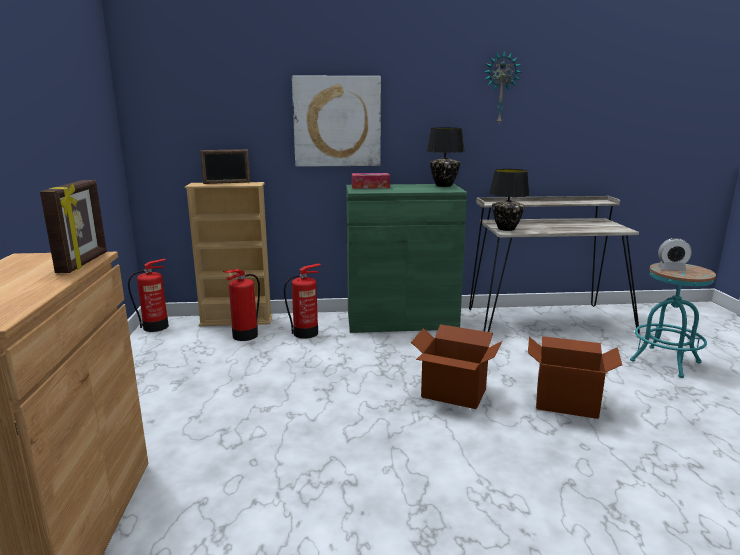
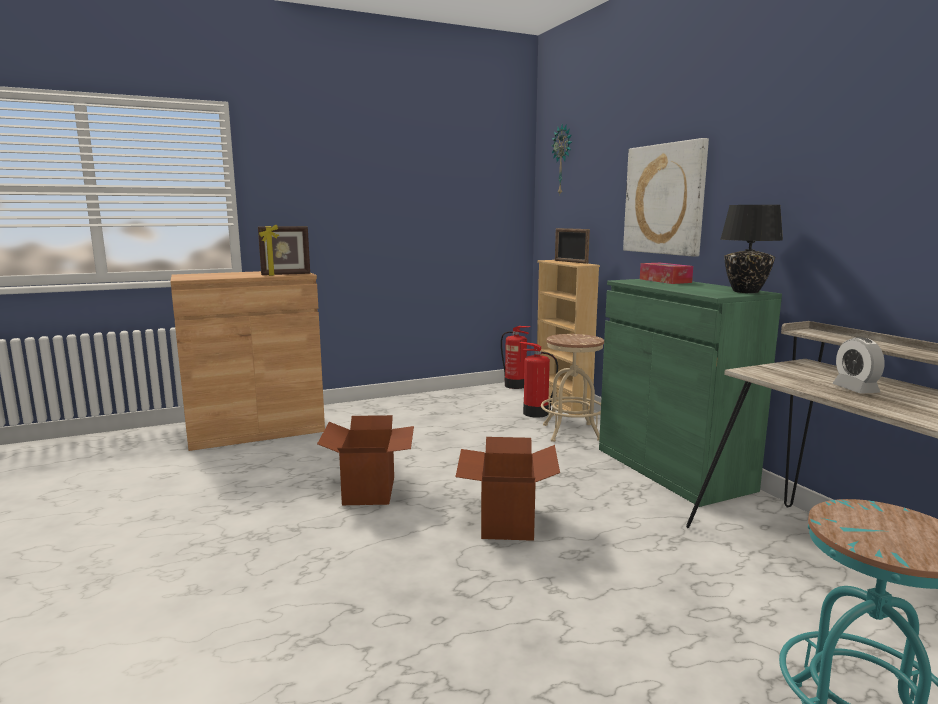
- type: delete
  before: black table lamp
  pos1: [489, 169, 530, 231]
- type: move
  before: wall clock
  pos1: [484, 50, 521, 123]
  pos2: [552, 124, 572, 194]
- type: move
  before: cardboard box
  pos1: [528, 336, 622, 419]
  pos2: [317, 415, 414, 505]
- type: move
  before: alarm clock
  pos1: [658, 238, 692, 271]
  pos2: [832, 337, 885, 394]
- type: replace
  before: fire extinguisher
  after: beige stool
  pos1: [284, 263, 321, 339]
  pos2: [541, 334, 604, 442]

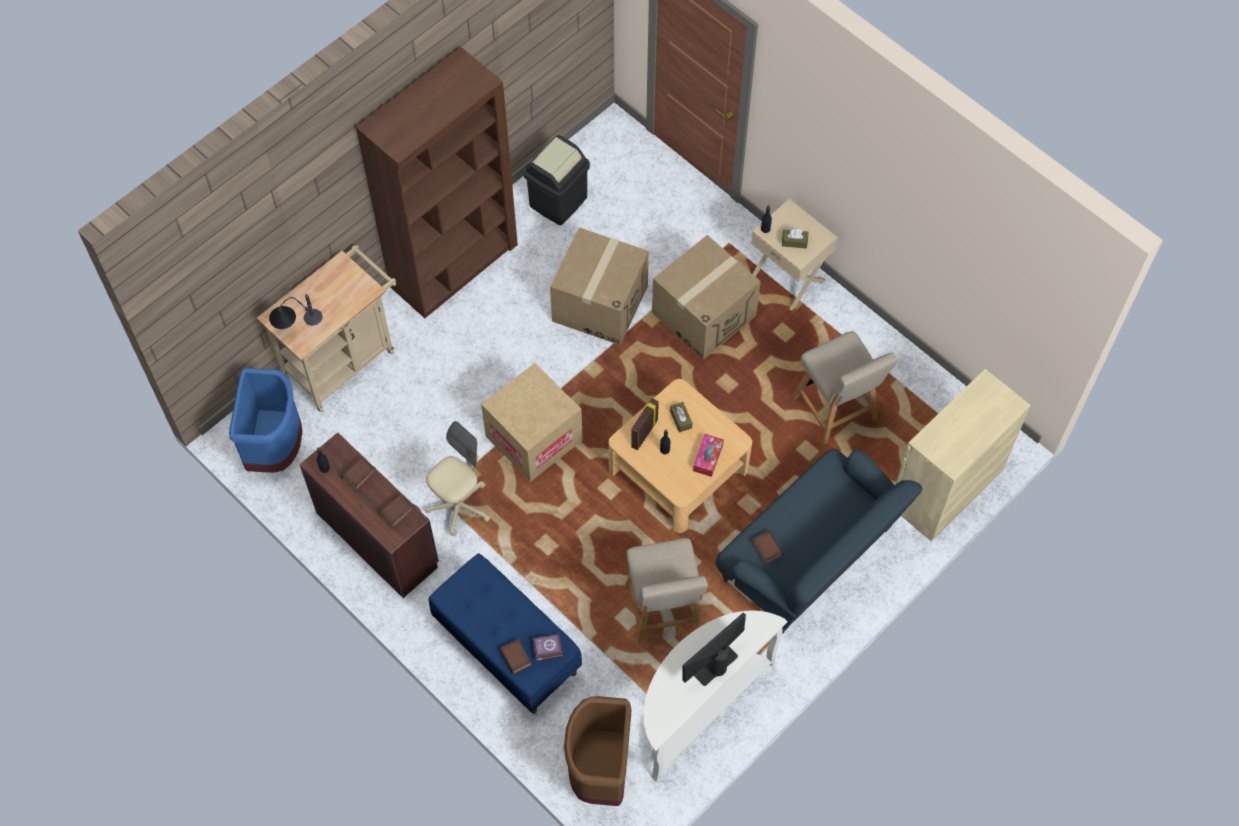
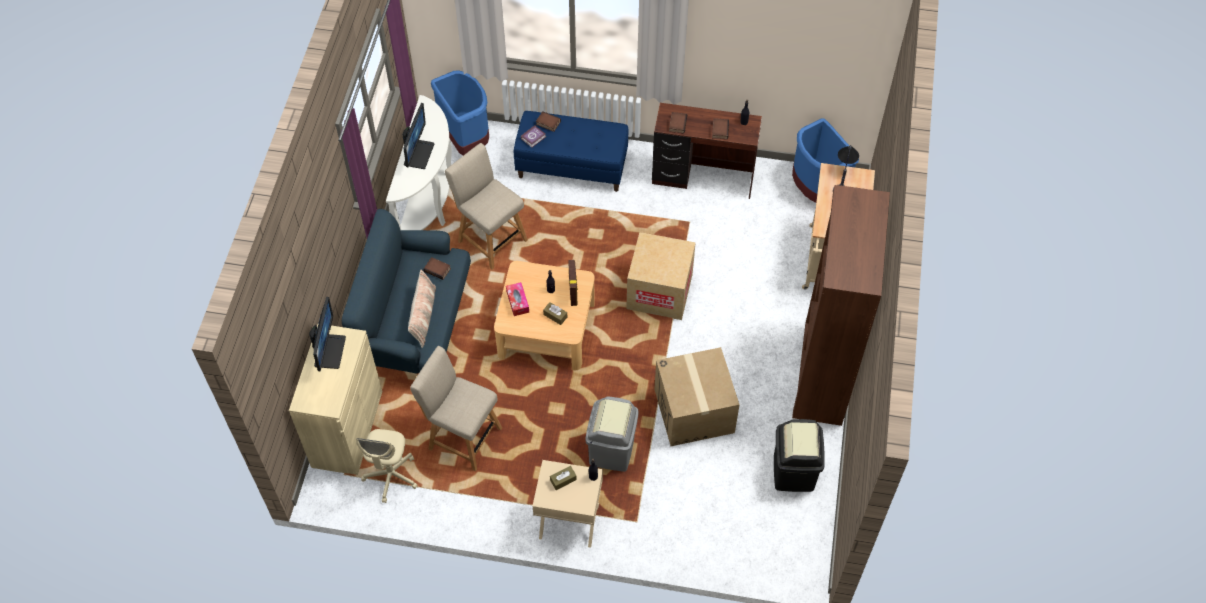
- type: insert
  after: monitor
  pos2: [309, 297, 346, 371]
- type: insert
  after: pillow
  pos2: [408, 269, 436, 348]
- type: move
  before: beige office chair
  pos1: [426, 421, 490, 536]
  pos2: [356, 429, 418, 503]
- type: replace
  before: cardboard box
  after: grey trash can
  pos1: [652, 235, 761, 360]
  pos2: [586, 397, 639, 472]
- type: recolor
  before: brown trash can
  after: blue trash can
  pos1: [564, 696, 631, 806]
  pos2: [431, 71, 489, 156]

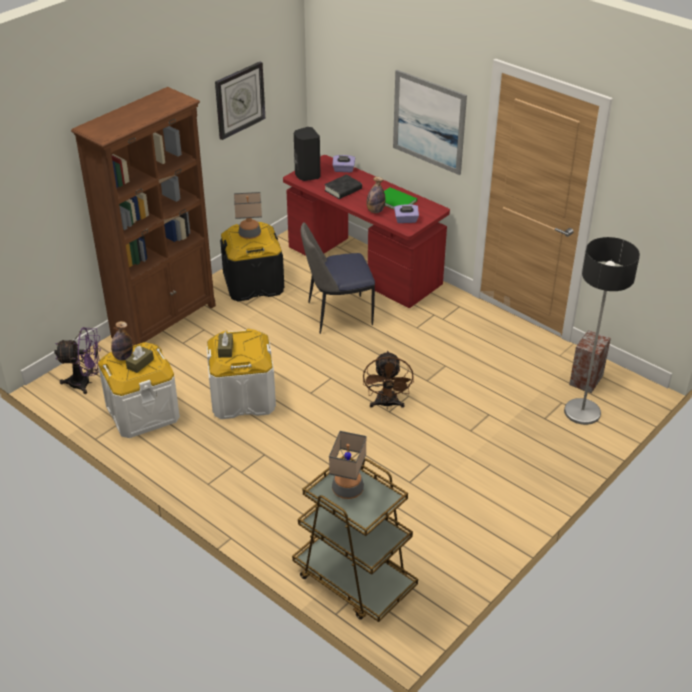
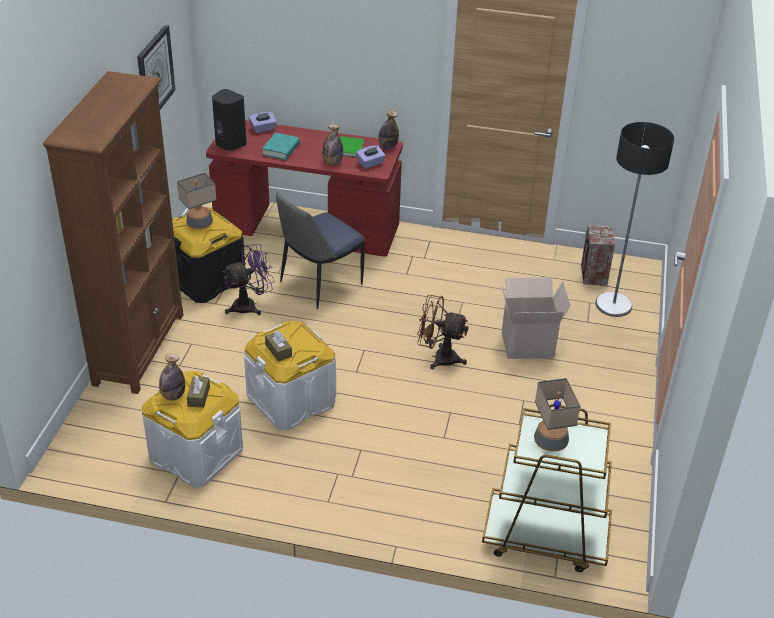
- type: delete
  before: picture
  pos1: [393, 70, 467, 175]
- type: insert
  after: bottle
  pos2: [379, 111, 399, 149]
- type: insert
  after: cardboard box
  pos2: [500, 277, 571, 359]
- type: move
  before: purple fan
  pos1: [54, 327, 101, 394]
  pos2: [223, 244, 274, 315]
- type: recolor
  before: black book
  after: turquoise book
  pos1: [324, 174, 362, 199]
  pos2: [262, 133, 300, 160]
- type: rotate
  before: brown fan
  pos1: [363, 351, 414, 409]
  pos2: [417, 295, 469, 369]
  turn: 135

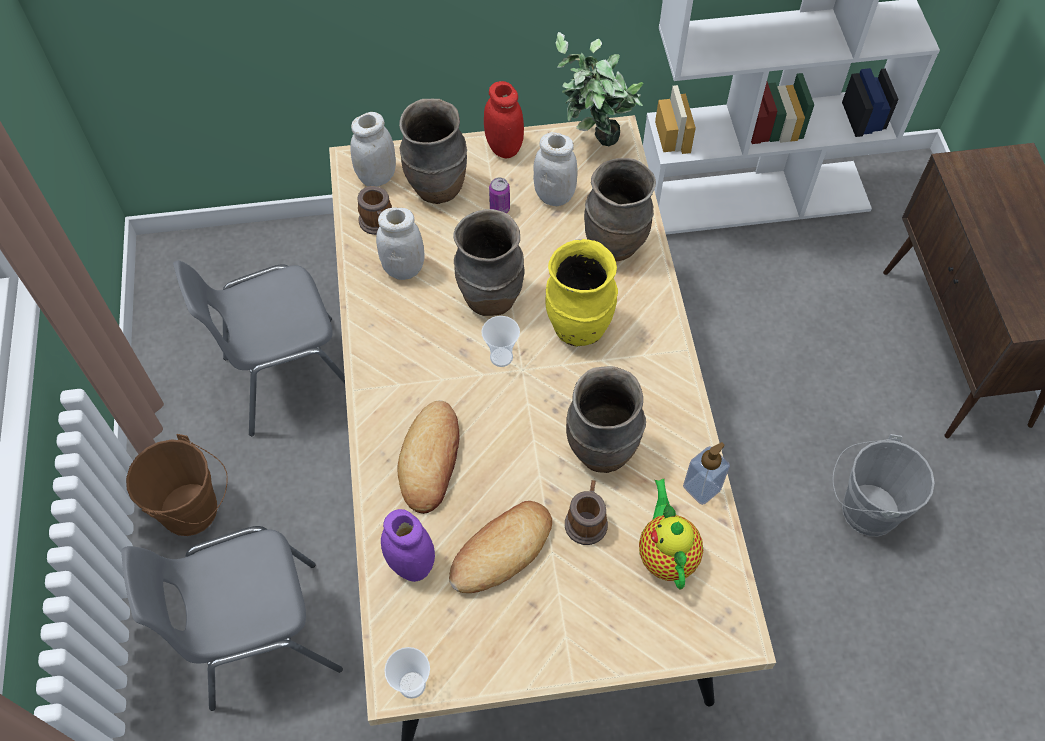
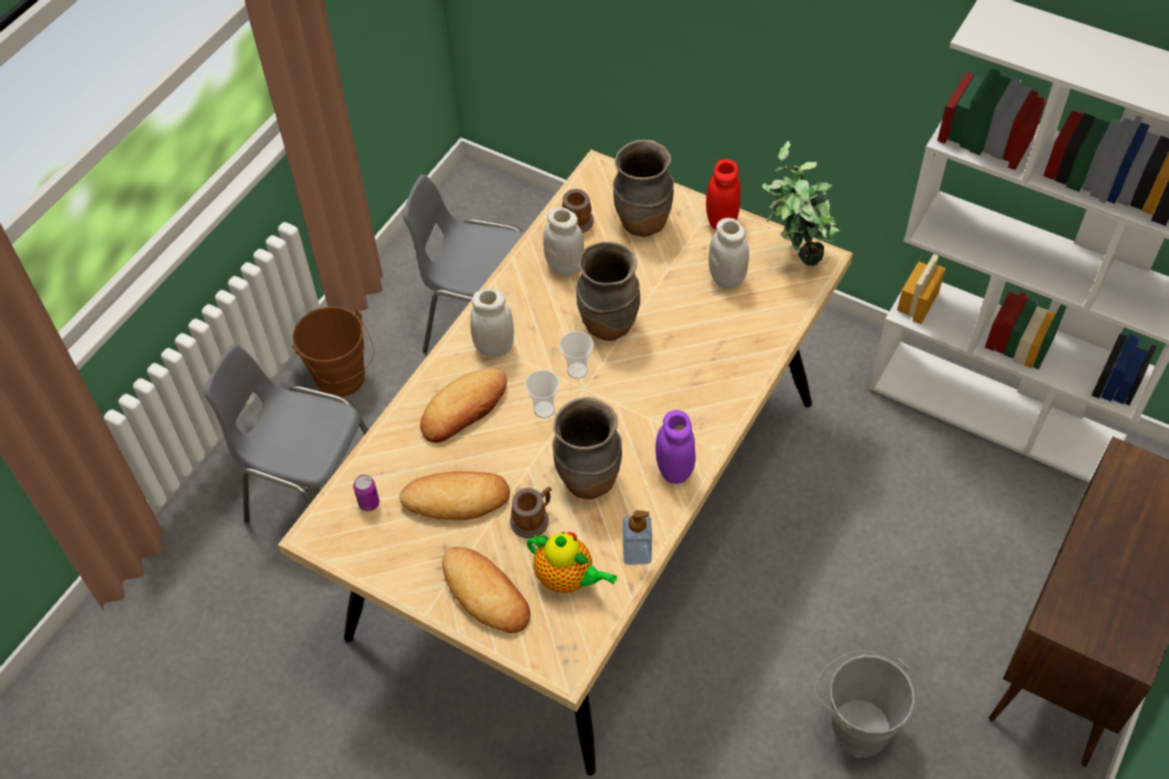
- type: delete
  before: yellow vase
  pos1: [546, 239, 618, 346]
- type: delete
  before: brown vase
  pos1: [584, 158, 656, 262]
- type: insert
  after: bread
  pos2: [442, 547, 530, 633]
- type: move
  before: white jar
  pos1: [350, 112, 396, 187]
  pos2: [470, 289, 514, 357]
- type: move
  before: purple jar
  pos1: [381, 509, 435, 582]
  pos2: [655, 410, 696, 484]
- type: move
  before: cup
  pos1: [384, 647, 430, 699]
  pos2: [525, 370, 560, 418]
- type: move
  before: can
  pos1: [489, 178, 510, 213]
  pos2: [353, 475, 380, 511]
- type: rotate
  before: teapot
  pos1: [639, 479, 703, 590]
  pos2: [527, 532, 617, 593]
  turn: 90

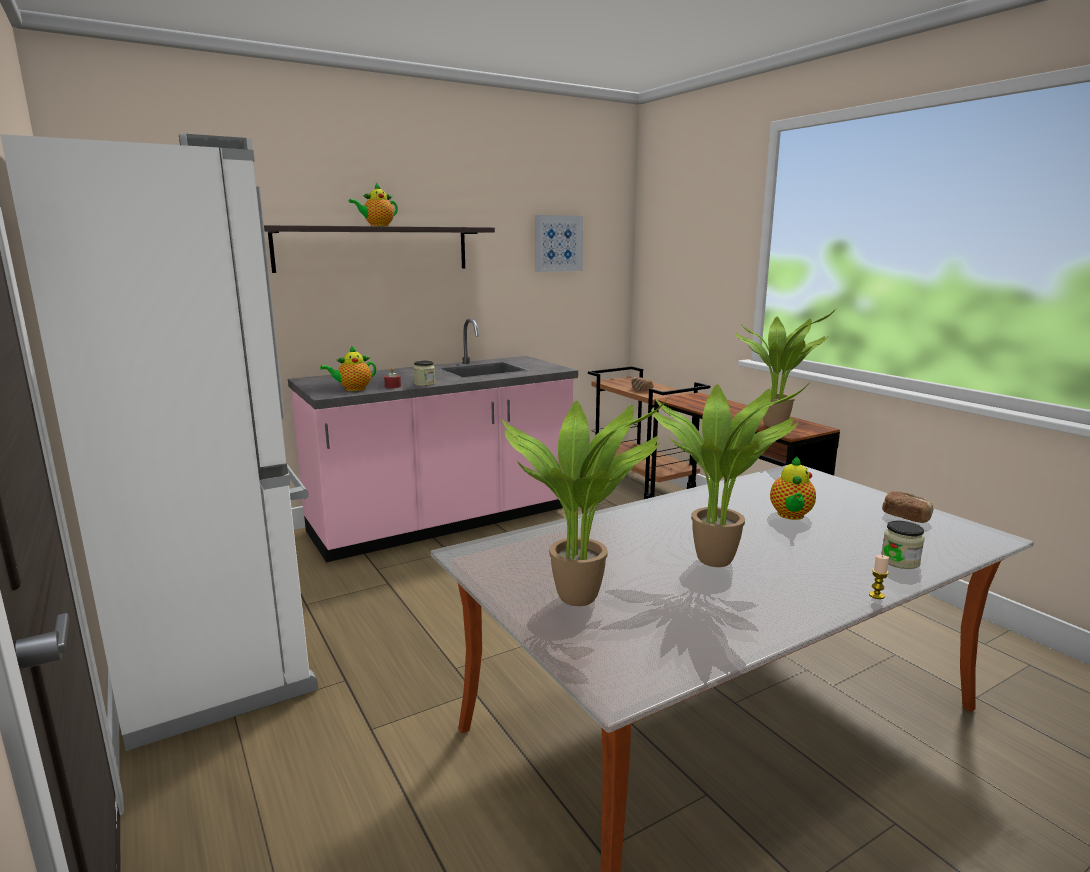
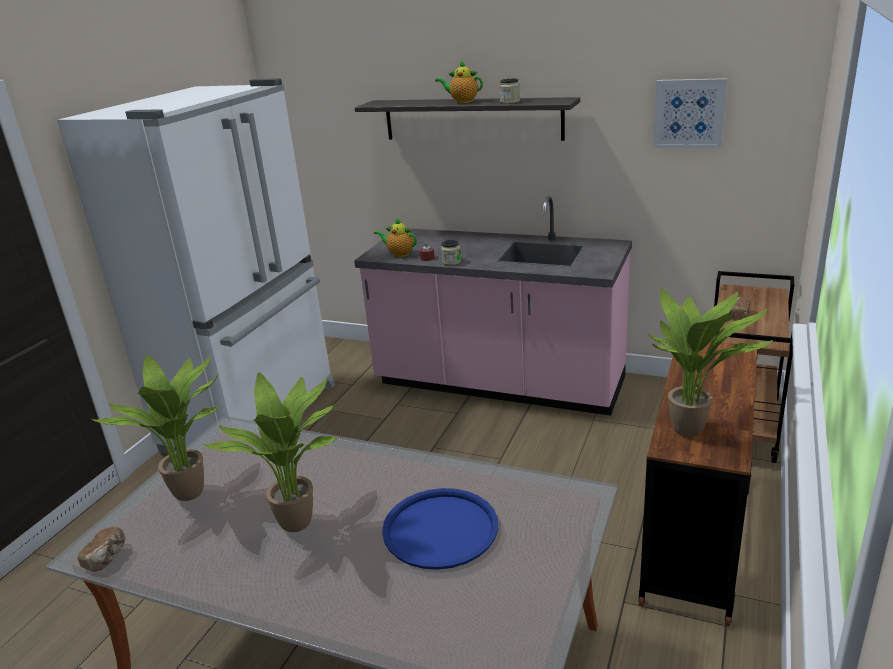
- type: delete
  before: candle
  pos1: [869, 555, 889, 599]
- type: move
  before: jar
  pos1: [881, 521, 925, 569]
  pos2: [499, 78, 520, 104]
- type: move
  before: bread
  pos1: [882, 491, 933, 523]
  pos2: [78, 527, 125, 572]
- type: replace
  before: teapot
  after: blue tray
  pos1: [770, 456, 816, 520]
  pos2: [382, 488, 498, 570]

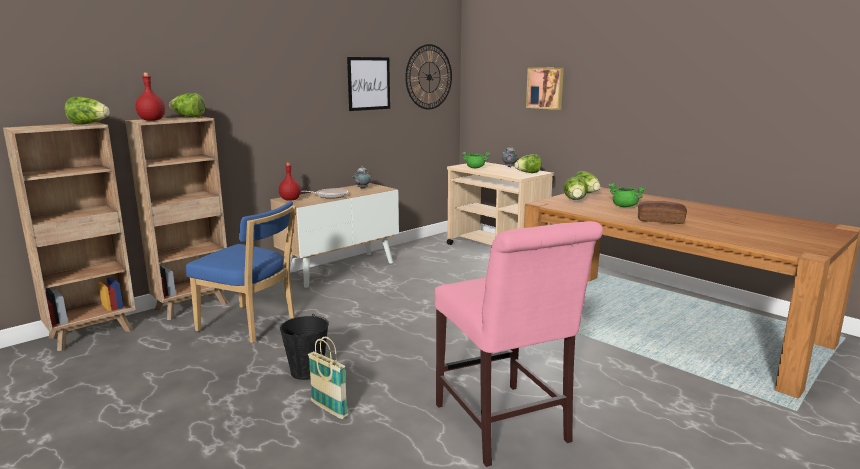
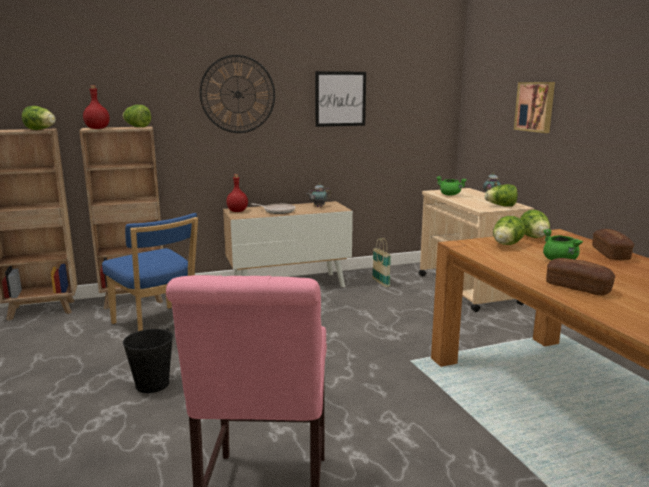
- type: insert
  after: bread
  pos2: [592, 229, 634, 260]
- type: move
  before: basket
  pos1: [308, 337, 348, 419]
  pos2: [372, 238, 391, 287]
- type: move
  before: wall clock
  pos1: [405, 44, 452, 110]
  pos2: [200, 55, 275, 133]

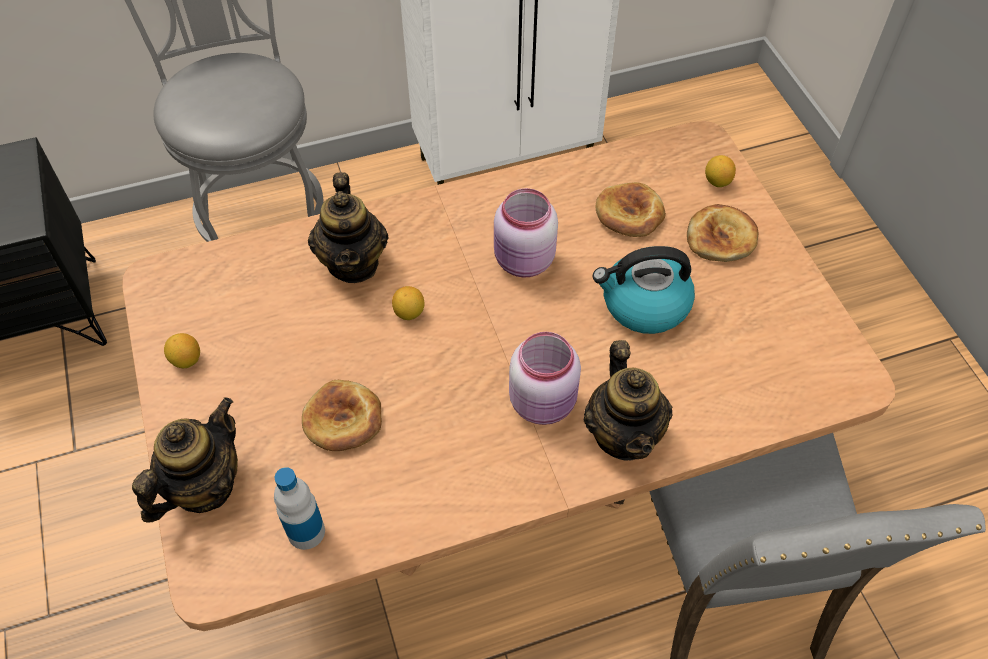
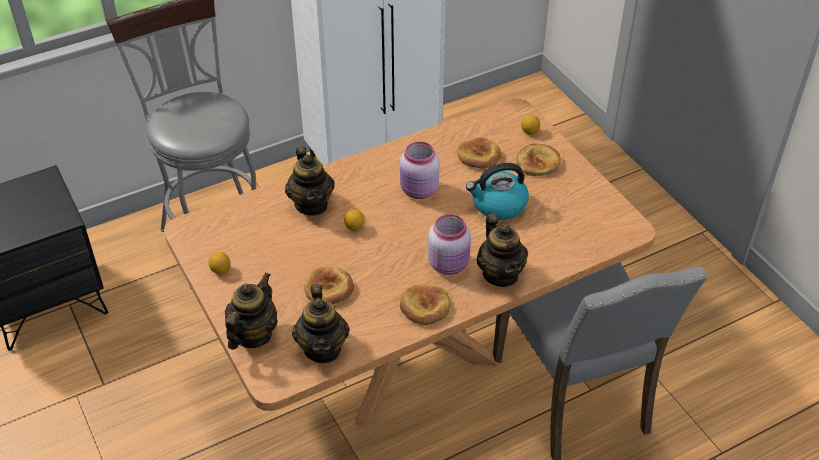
- type: insert
  after: bread
  pos2: [400, 284, 450, 325]
- type: replace
  before: bottle
  after: teapot
  pos1: [274, 467, 325, 550]
  pos2: [292, 284, 350, 363]

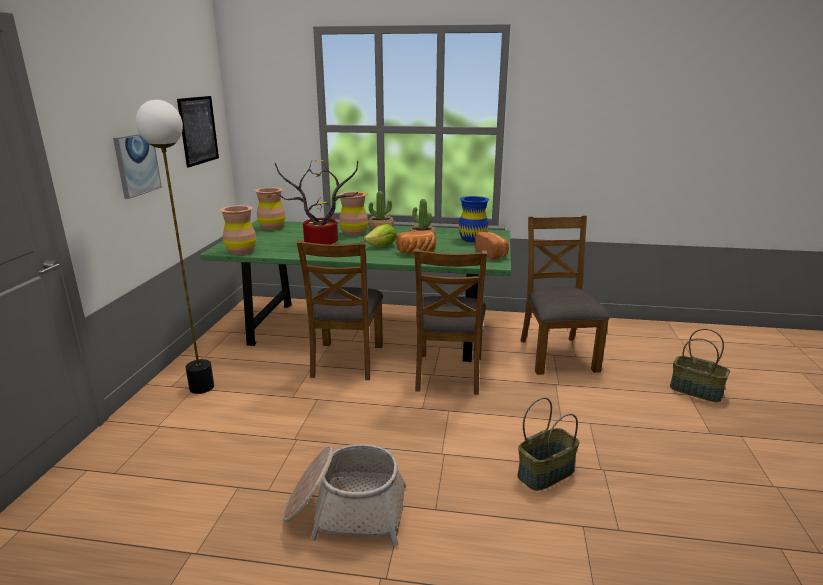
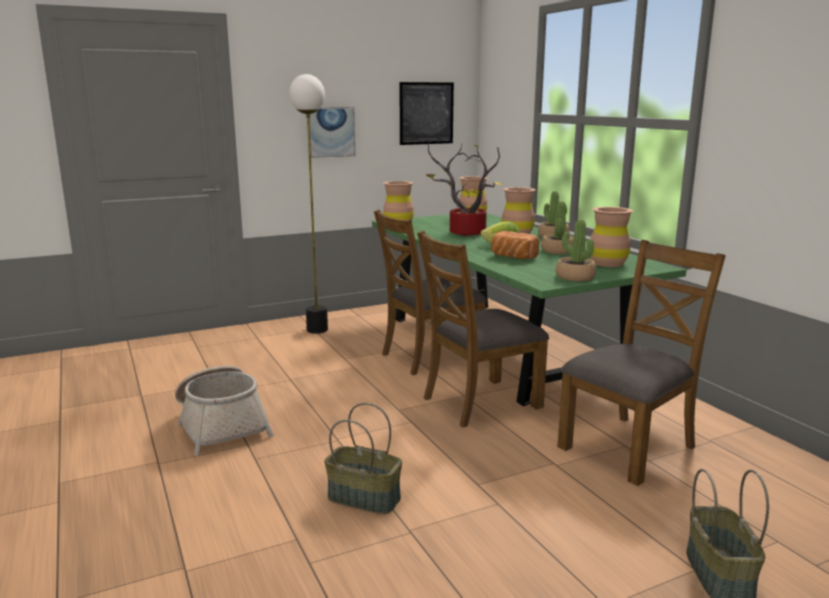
- type: replace
  before: bread
  after: potted plant
  pos1: [475, 232, 509, 260]
  pos2: [556, 219, 596, 281]
- type: recolor
  before: blue vase
  after: brown vase
  pos1: [458, 196, 489, 242]
  pos2: [591, 207, 633, 267]

